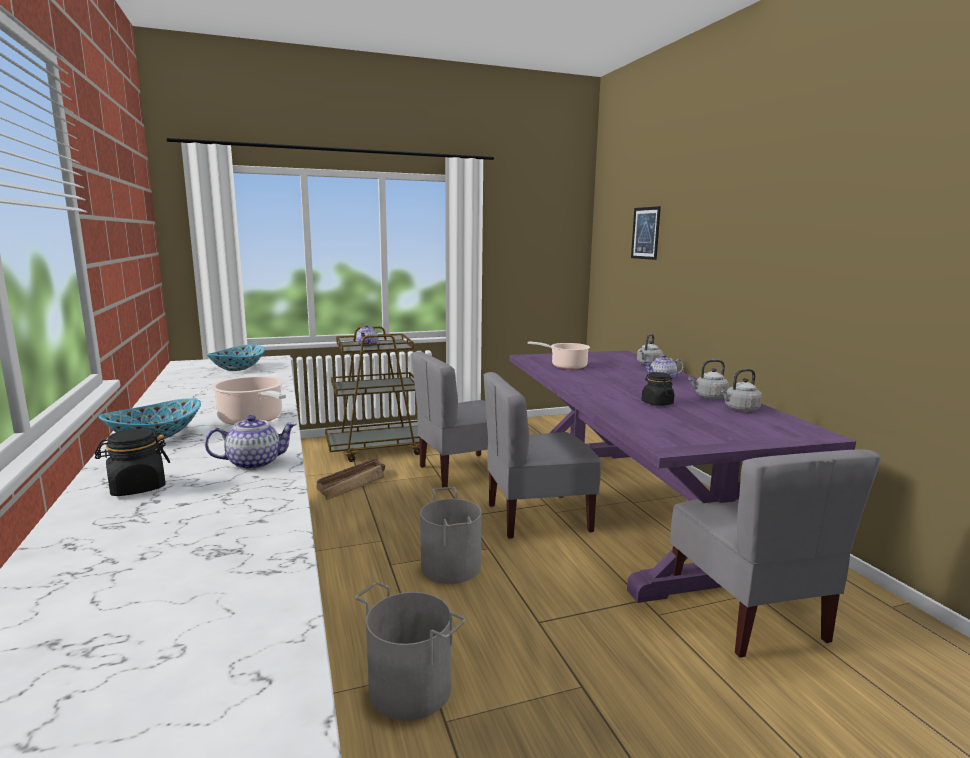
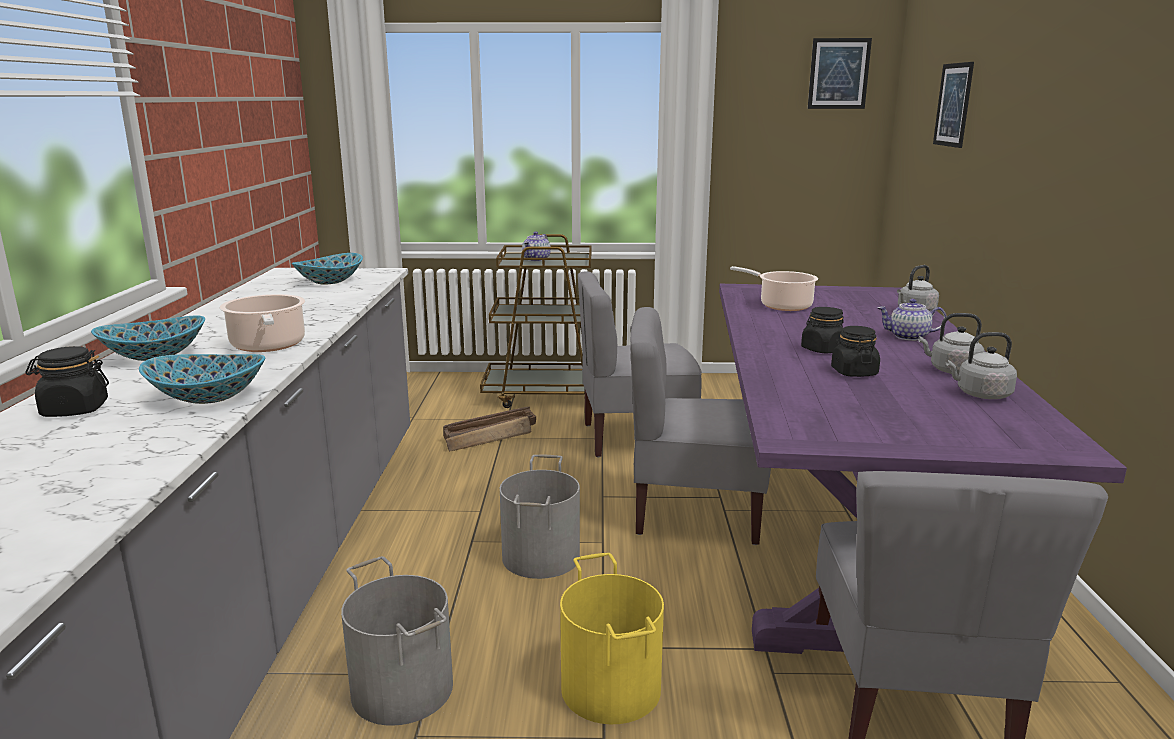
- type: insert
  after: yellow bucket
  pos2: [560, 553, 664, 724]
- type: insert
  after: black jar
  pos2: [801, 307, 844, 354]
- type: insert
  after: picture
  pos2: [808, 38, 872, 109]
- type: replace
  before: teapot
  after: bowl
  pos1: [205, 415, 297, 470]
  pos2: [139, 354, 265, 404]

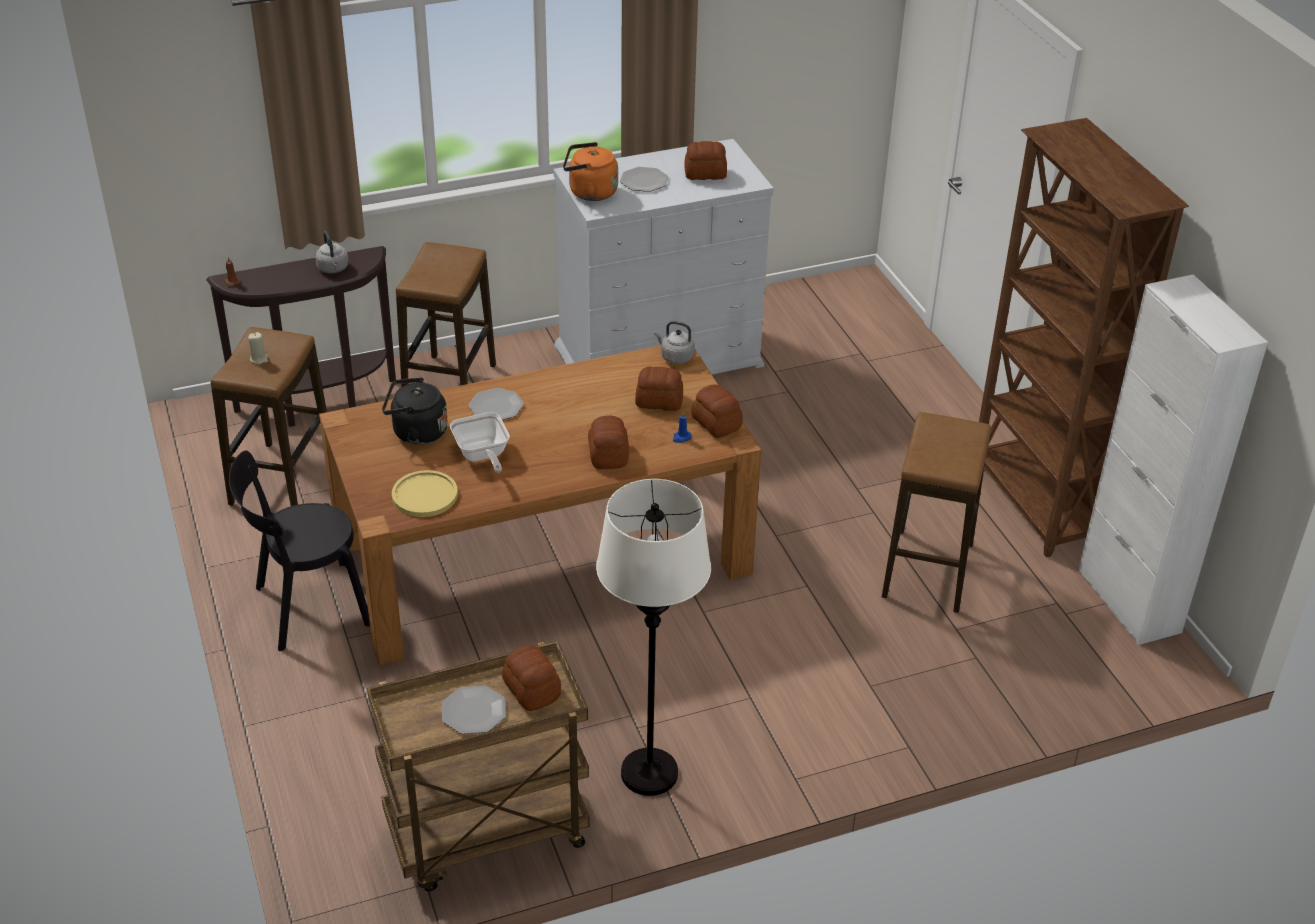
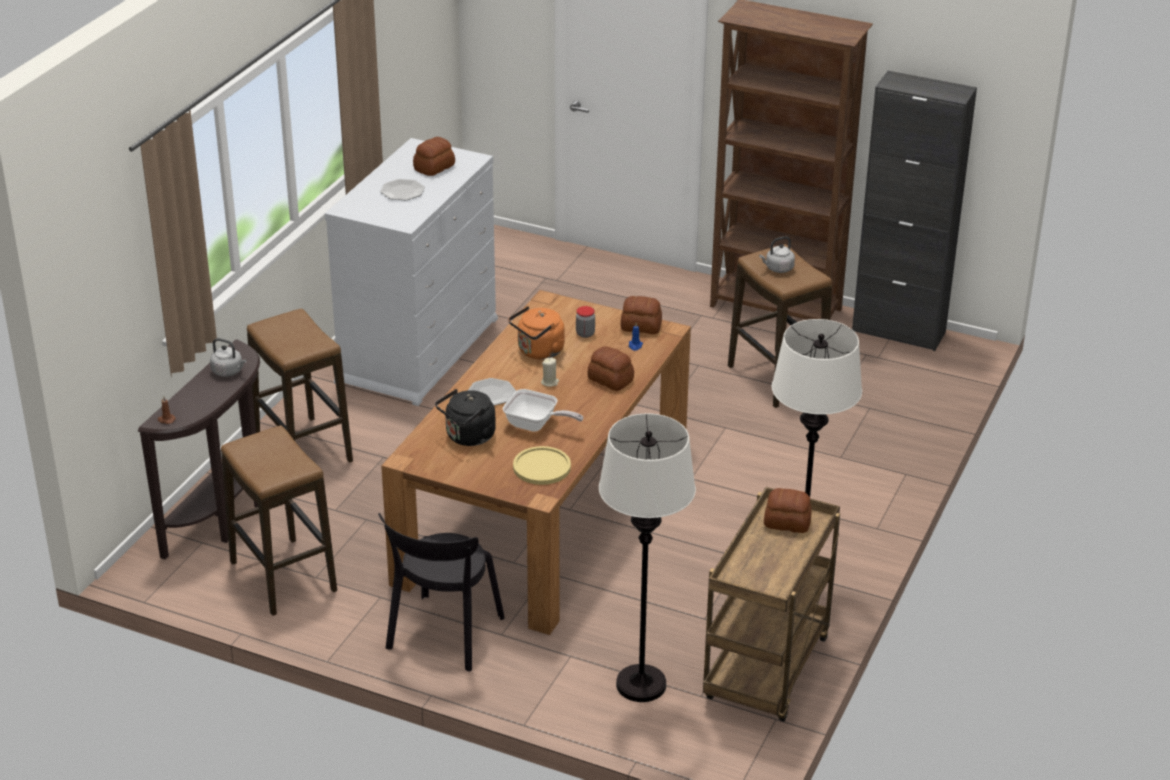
- type: delete
  before: plate
  pos1: [442, 685, 506, 734]
- type: insert
  after: white floor lamp
  pos2: [599, 413, 696, 702]
- type: move
  before: beige candle
  pos1: [248, 332, 268, 365]
  pos2: [541, 358, 559, 387]
- type: move
  before: orange kettle
  pos1: [563, 142, 618, 201]
  pos2: [508, 306, 564, 360]
- type: move
  before: grey kettle
  pos1: [654, 321, 695, 364]
  pos2: [759, 236, 795, 273]
- type: replace
  before: bread
  after: jar
  pos1: [635, 367, 683, 411]
  pos2: [576, 306, 595, 338]
- type: recolor
  before: white cabinet
  after: black cabinet
  pos1: [1078, 274, 1268, 645]
  pos2: [852, 71, 977, 351]

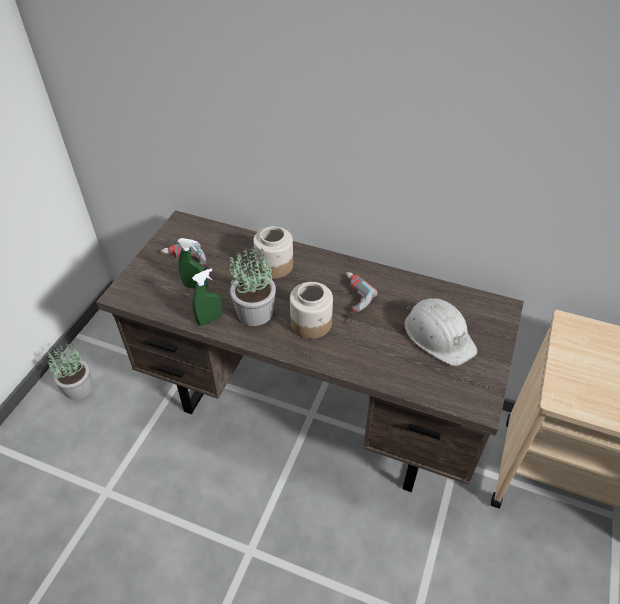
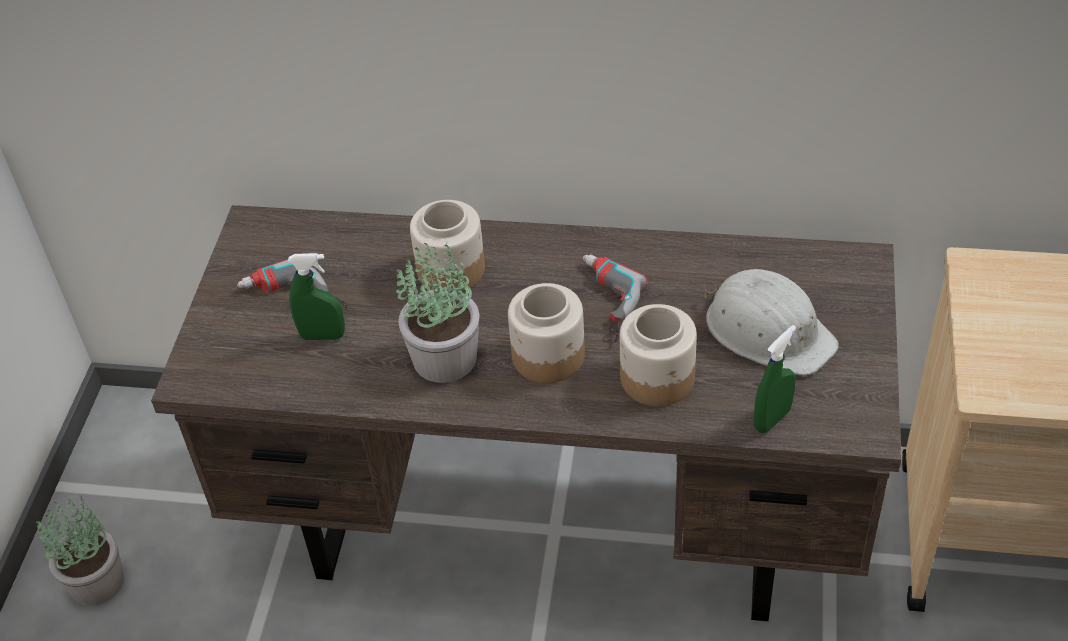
- type: insert
  after: jar
  pos2: [620, 304, 697, 406]
- type: move
  before: green spray bottle
  pos1: [192, 268, 222, 326]
  pos2: [754, 325, 796, 433]

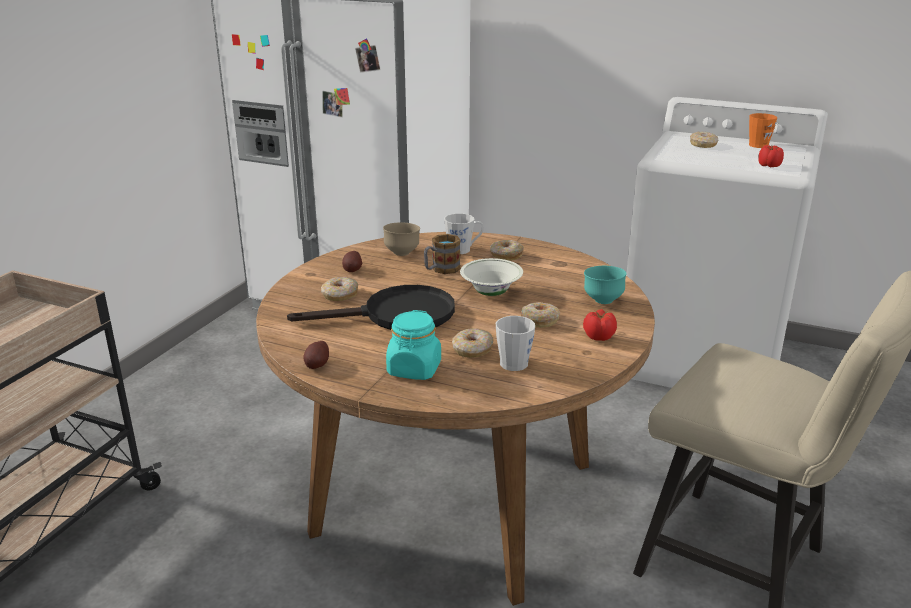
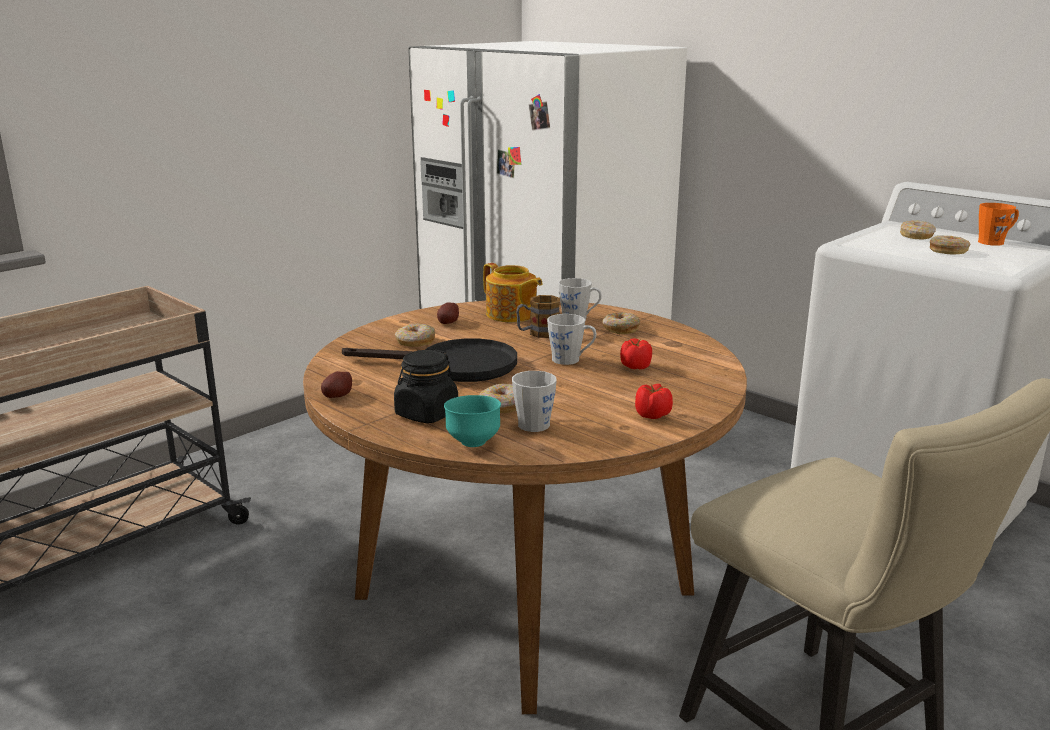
- type: move
  before: donut
  pos1: [521, 302, 560, 328]
  pos2: [930, 235, 970, 254]
- type: move
  before: turquoise bowl
  pos1: [584, 266, 627, 304]
  pos2: [444, 395, 501, 447]
- type: move
  before: tomato
  pos1: [758, 145, 784, 167]
  pos2: [620, 338, 652, 369]
- type: replace
  before: brown bowl
  after: teapot
  pos1: [383, 222, 420, 256]
  pos2: [483, 263, 542, 322]
- type: replace
  before: white bowl
  after: grey mug
  pos1: [460, 258, 523, 296]
  pos2: [547, 314, 596, 365]
- type: recolor
  before: turquoise jar
  after: black jar
  pos1: [386, 310, 441, 380]
  pos2: [394, 350, 458, 423]

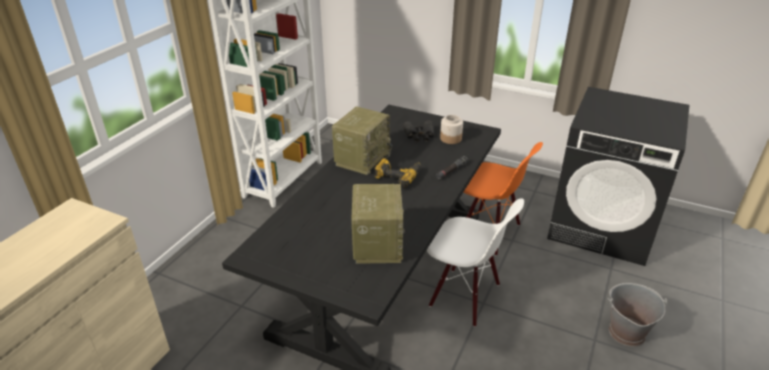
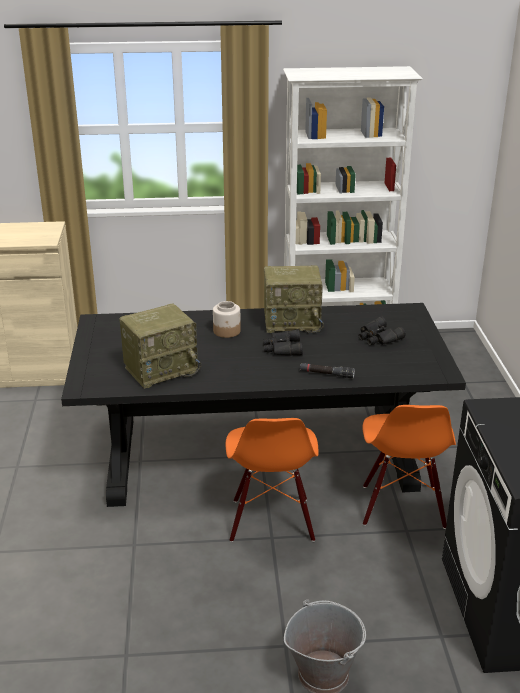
- type: move
  before: jar
  pos1: [440, 115, 463, 144]
  pos2: [213, 301, 241, 338]
- type: replace
  before: power drill
  after: black binoculars
  pos1: [374, 158, 421, 189]
  pos2: [263, 329, 303, 356]
- type: recolor
  before: white chair
  after: orange chair
  pos1: [427, 198, 524, 327]
  pos2: [226, 418, 319, 542]

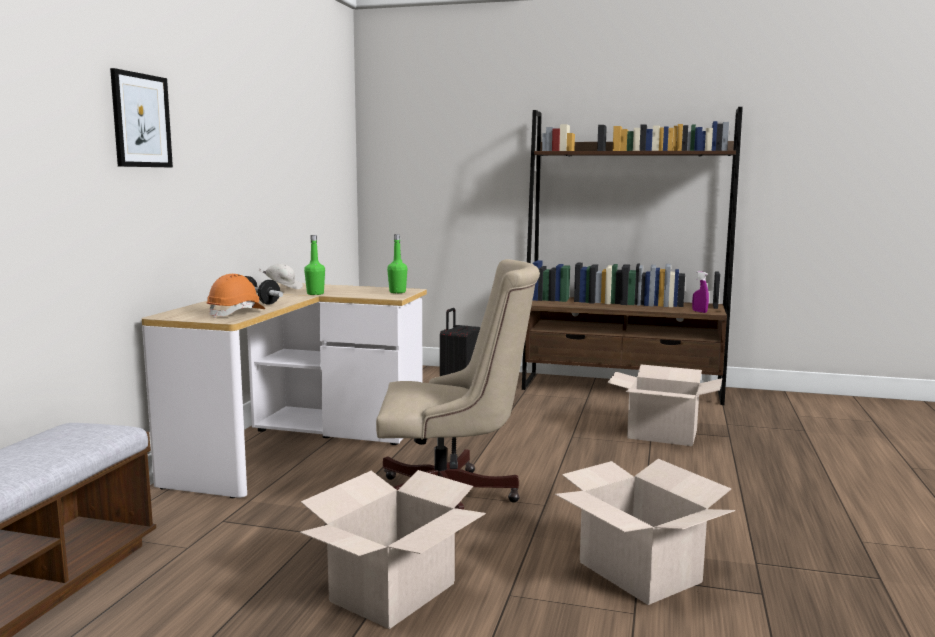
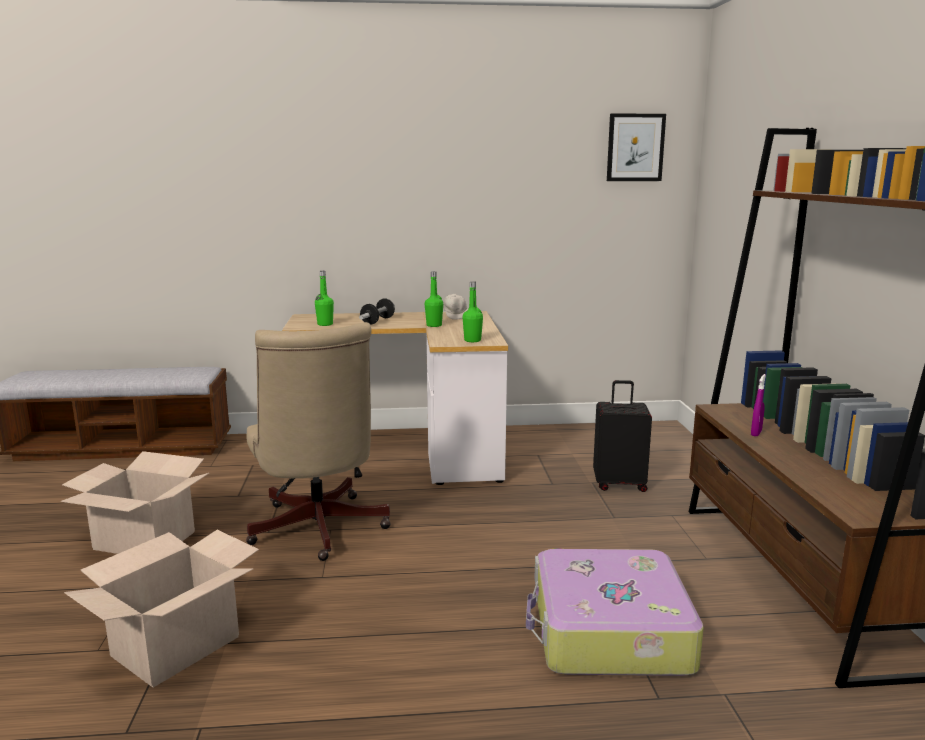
- type: move
  before: picture
  pos1: [110, 68, 173, 167]
  pos2: [607, 113, 666, 181]
- type: move
  before: purple spray bottle
  pos1: [692, 271, 709, 313]
  pos2: [751, 374, 766, 436]
- type: replace
  before: orange hard hat
  after: green bottle
  pos1: [207, 274, 265, 318]
  pos2: [315, 271, 334, 326]
- type: replace
  before: cardboard box
  after: suitcase
  pos1: [607, 364, 722, 446]
  pos2: [526, 549, 704, 676]

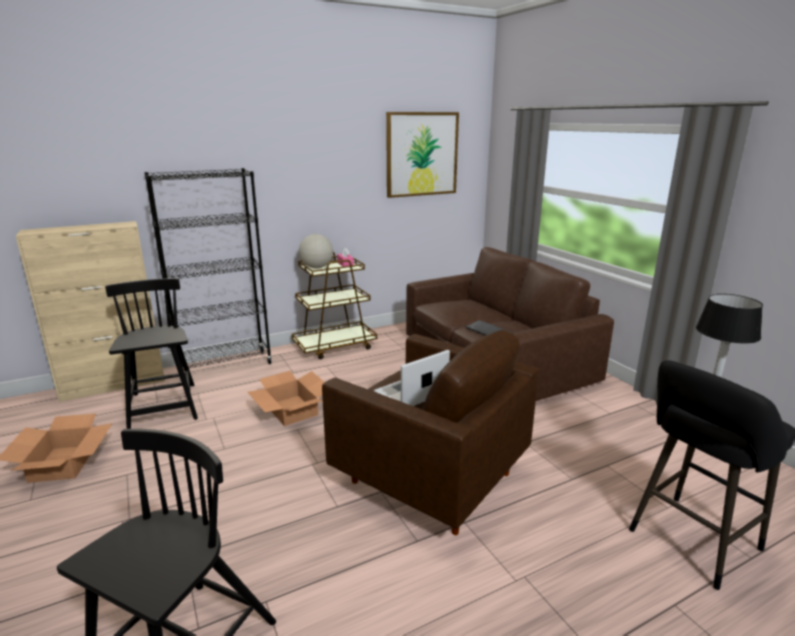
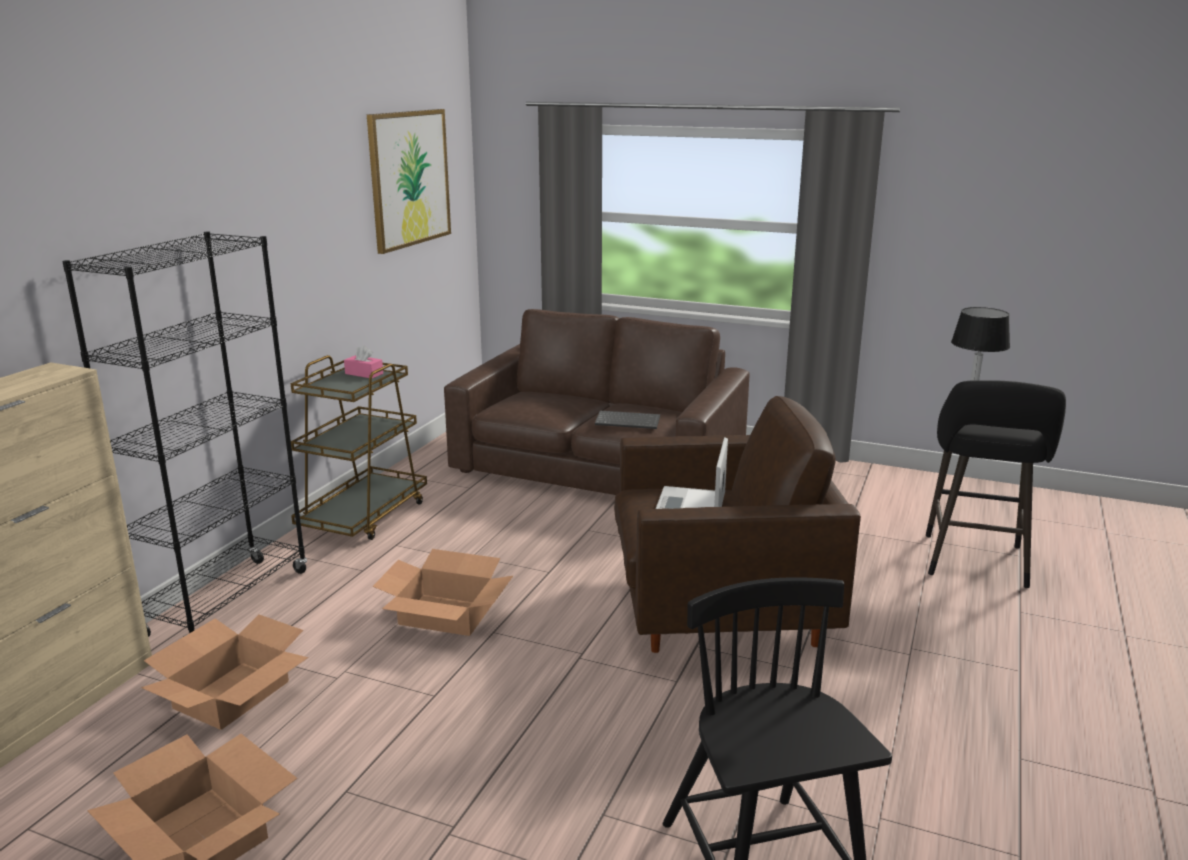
- type: delete
  before: globe
  pos1: [299, 234, 333, 268]
- type: replace
  before: black chair
  after: cardboard box
  pos1: [105, 278, 198, 429]
  pos2: [141, 614, 308, 730]

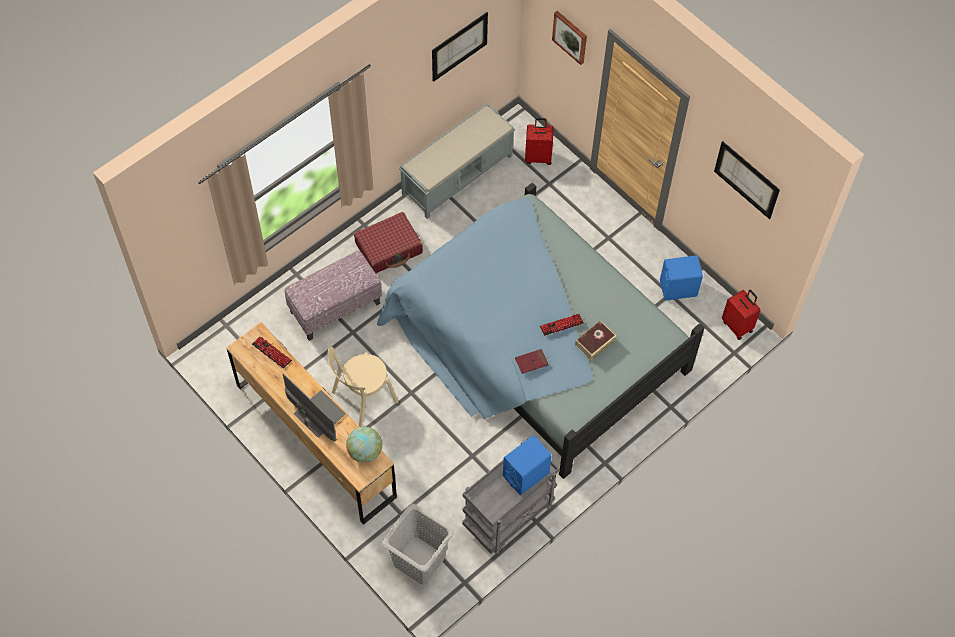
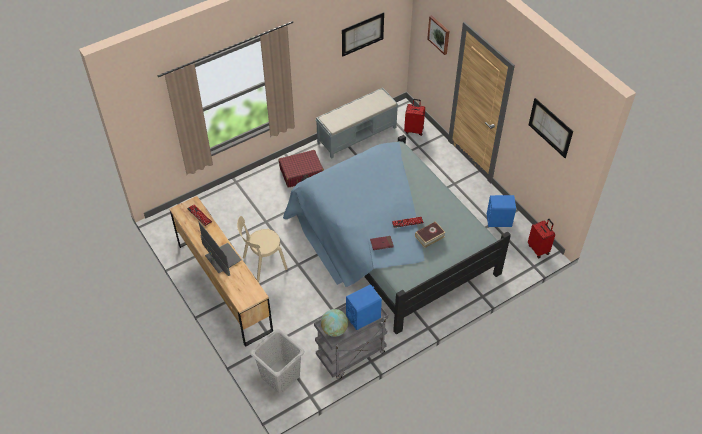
- type: delete
  before: ottoman
  pos1: [284, 251, 382, 341]
- type: move
  before: globe
  pos1: [346, 427, 382, 463]
  pos2: [321, 309, 348, 337]

